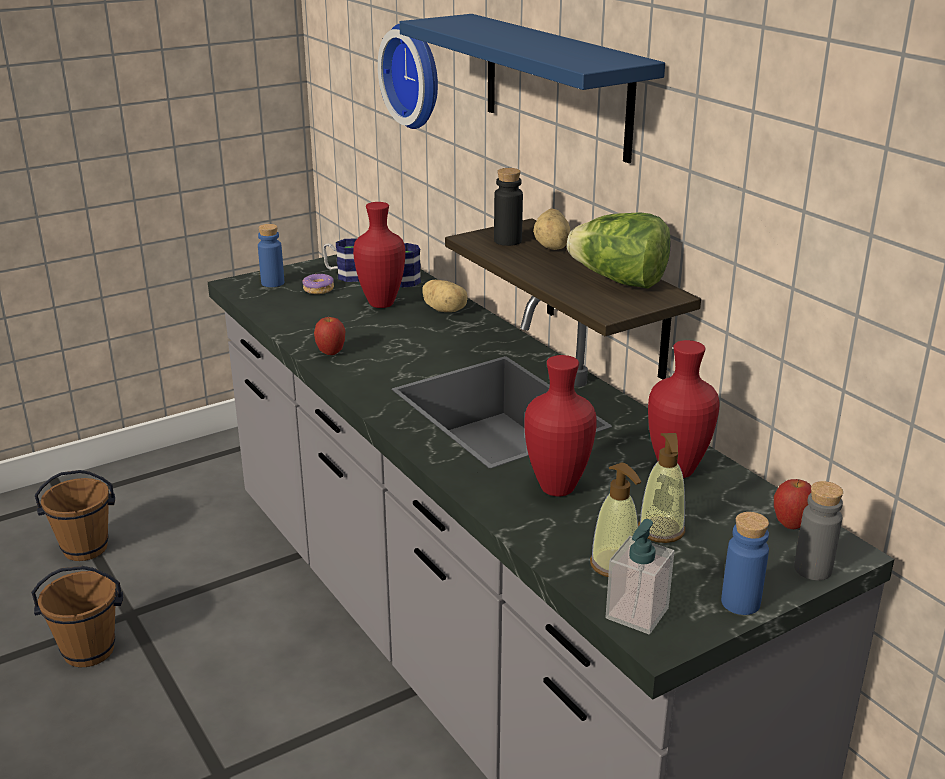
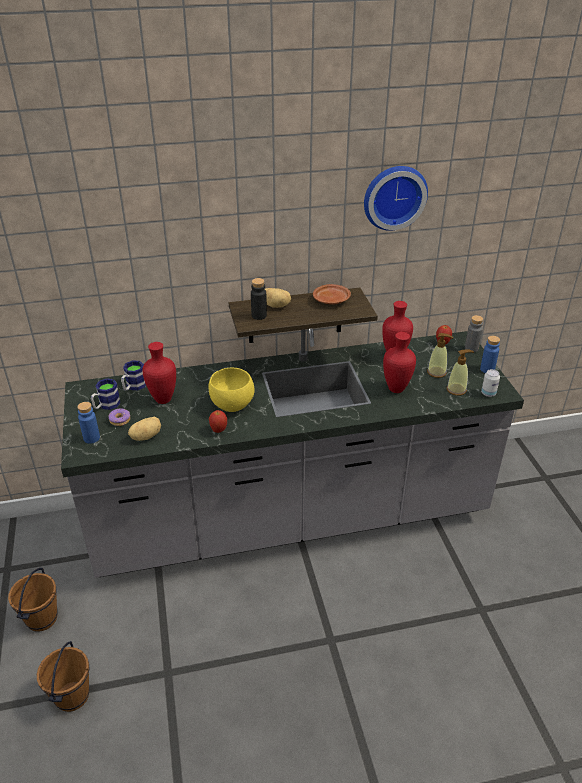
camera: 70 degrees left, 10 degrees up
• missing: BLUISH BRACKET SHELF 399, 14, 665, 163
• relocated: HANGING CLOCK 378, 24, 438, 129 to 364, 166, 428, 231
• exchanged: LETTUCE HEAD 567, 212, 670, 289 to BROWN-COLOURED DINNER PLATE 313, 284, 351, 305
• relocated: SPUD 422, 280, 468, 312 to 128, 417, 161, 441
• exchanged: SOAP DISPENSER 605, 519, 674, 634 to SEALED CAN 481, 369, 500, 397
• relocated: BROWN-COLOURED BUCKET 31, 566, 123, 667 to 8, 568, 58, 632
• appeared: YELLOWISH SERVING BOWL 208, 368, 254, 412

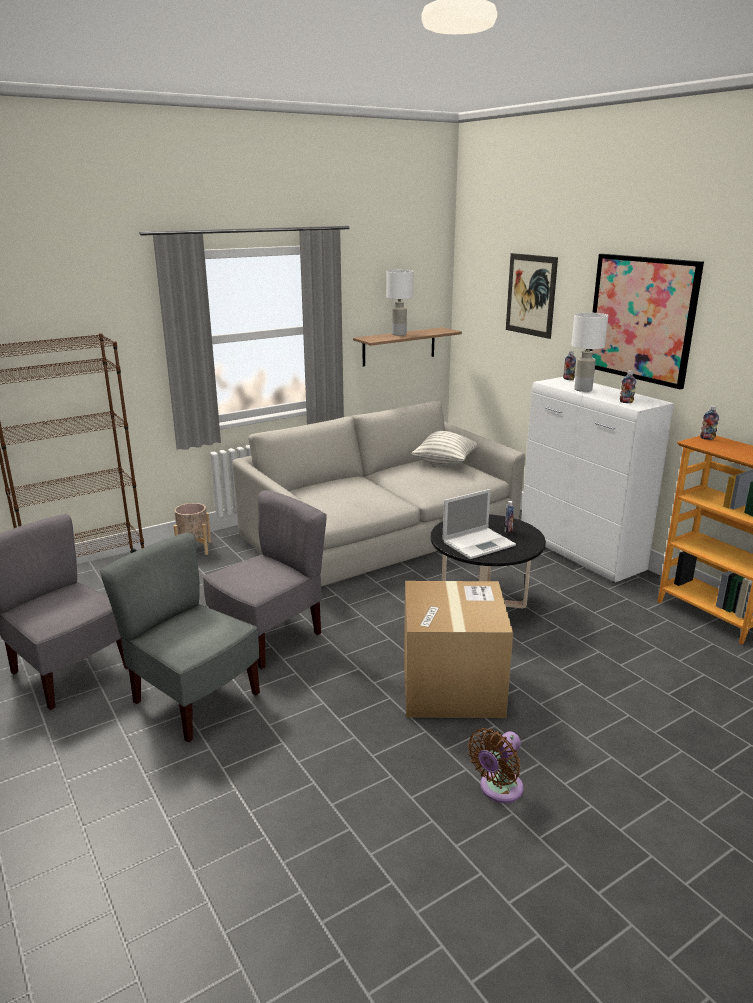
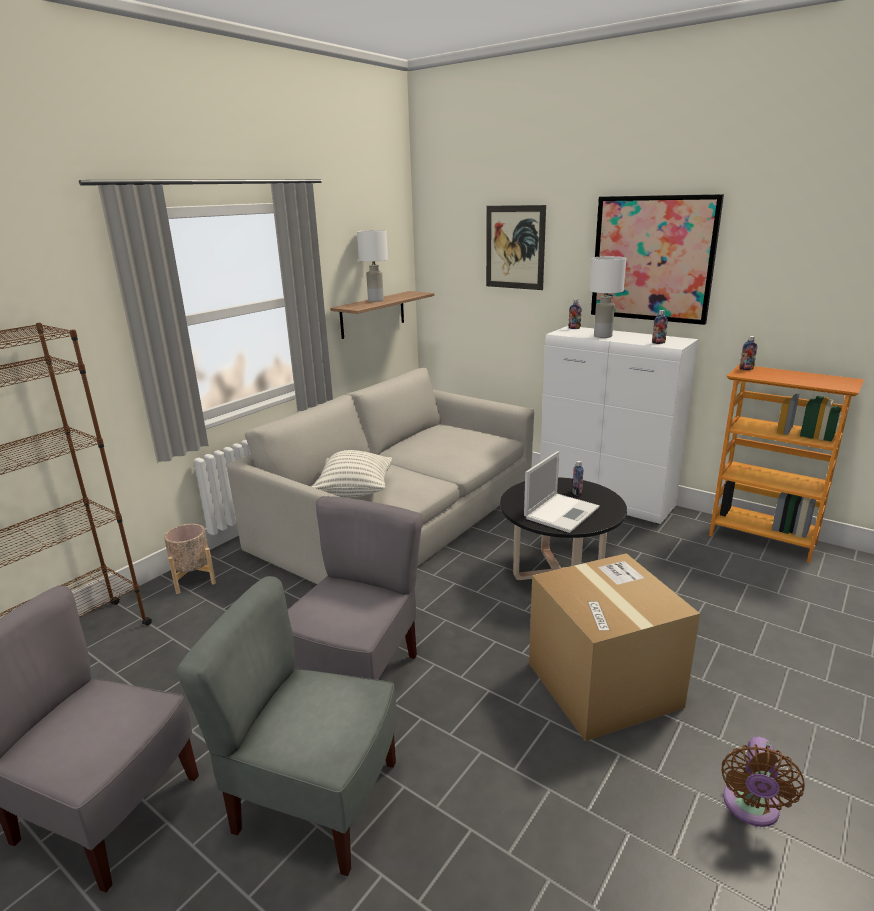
camera: 20 degrees left, 0 degrees up
• relocated: PILLOW 412, 431, 477, 465 to 312, 450, 392, 498

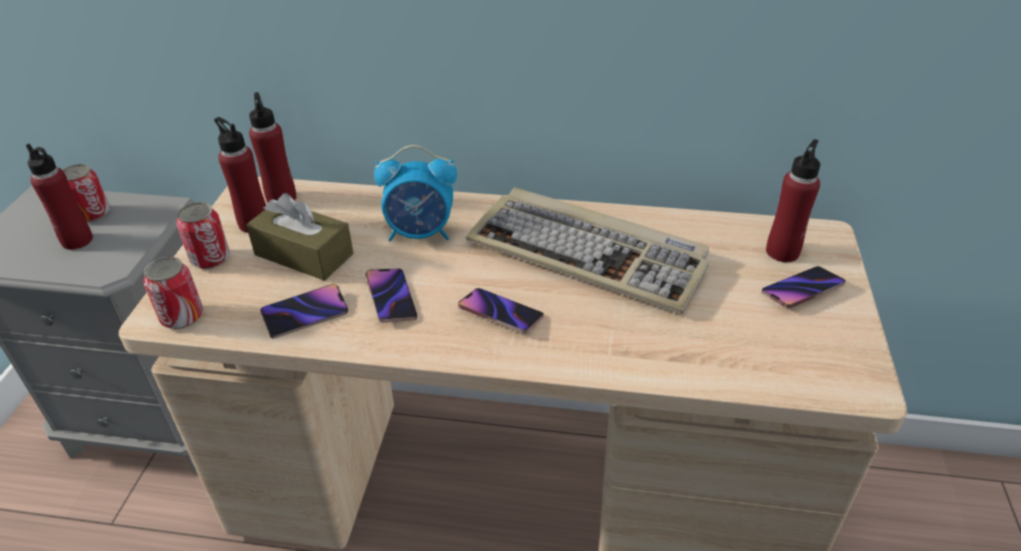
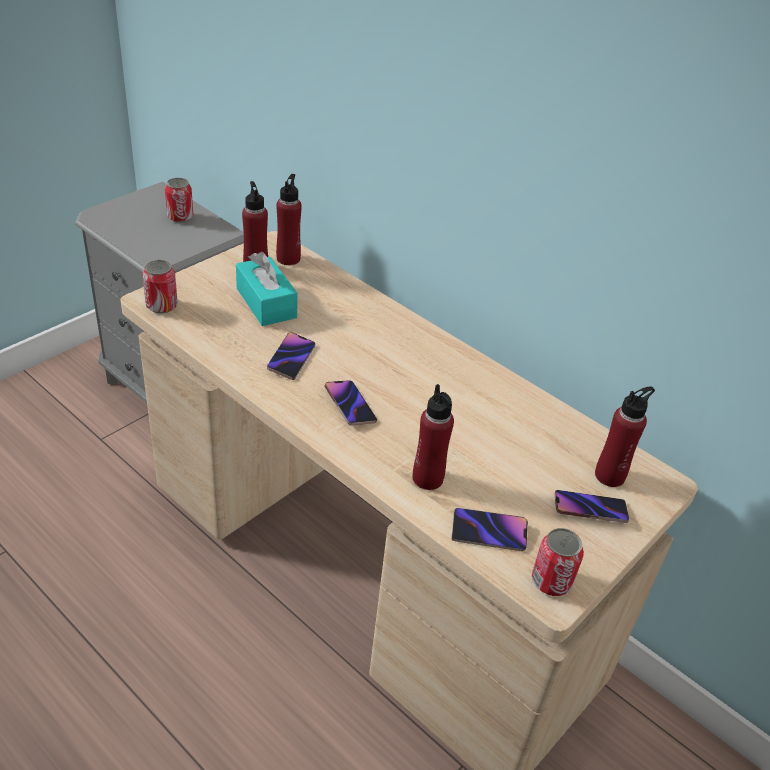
camera: 30 degrees right, 0 degrees up
• relocated: RED BOTTLE 26, 144, 93, 250 to 413, 384, 454, 490
• missing: ALARM CLOCK 374, 145, 457, 241
• missing: COMPUTER KEYBOARD 466, 188, 710, 314
• colour: BROWN-COLOURED BOX OF TISSUES 246, 193, 354, 281 to TURQUOISE BOX OF TISSUES 236, 252, 298, 326
• relocated: SEALED CAN 177, 202, 230, 269 to 532, 528, 584, 596
• relocated: HANDSET 260, 284, 348, 339 to 451, 508, 528, 551

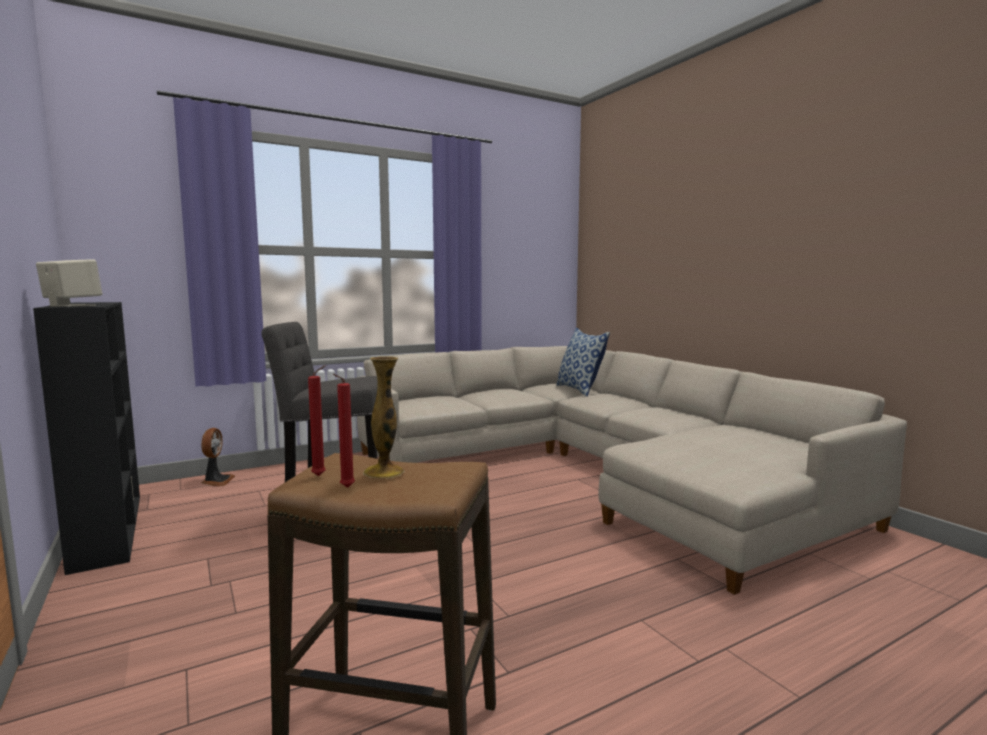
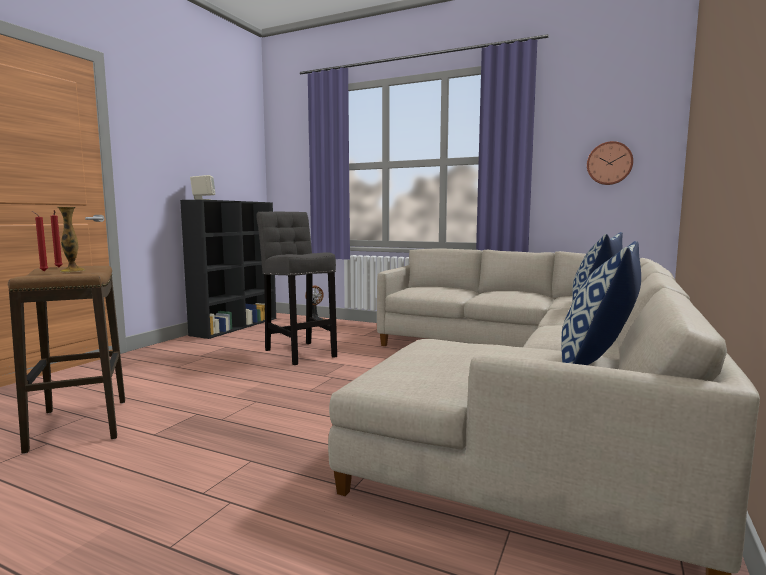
camera: 55 degrees right, 0 degrees up
• appeared: HANGING CLOCK 587, 141, 633, 185
• appeared: PILLOW 561, 241, 641, 365

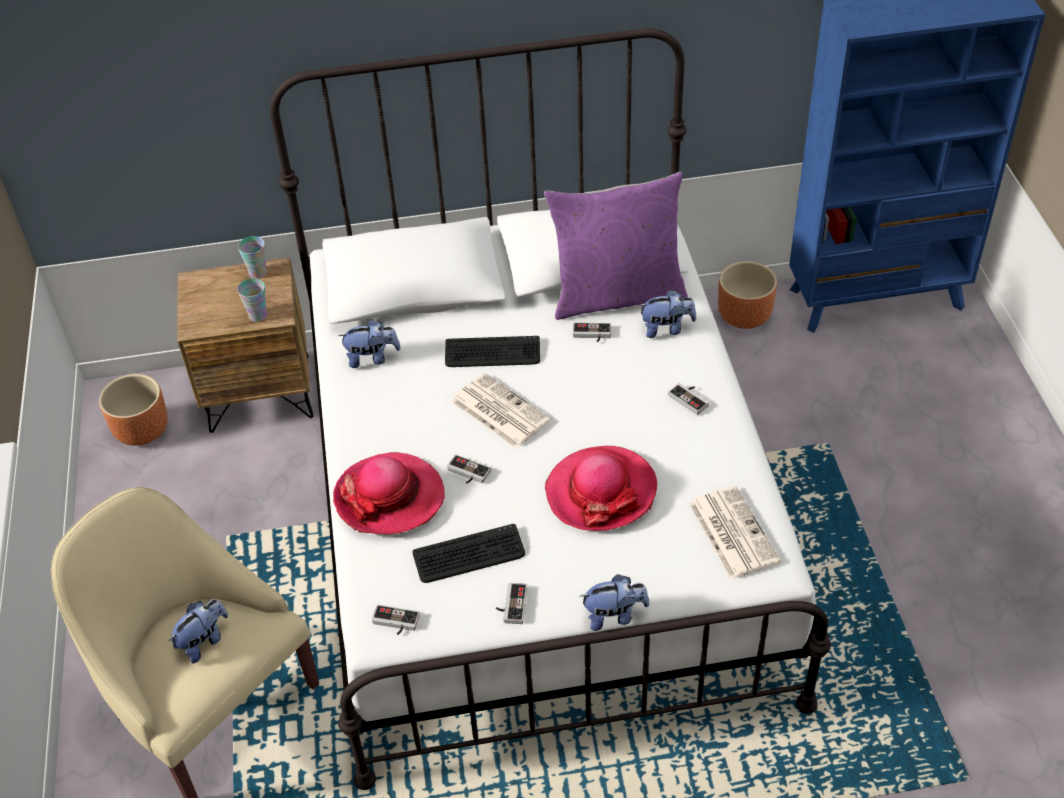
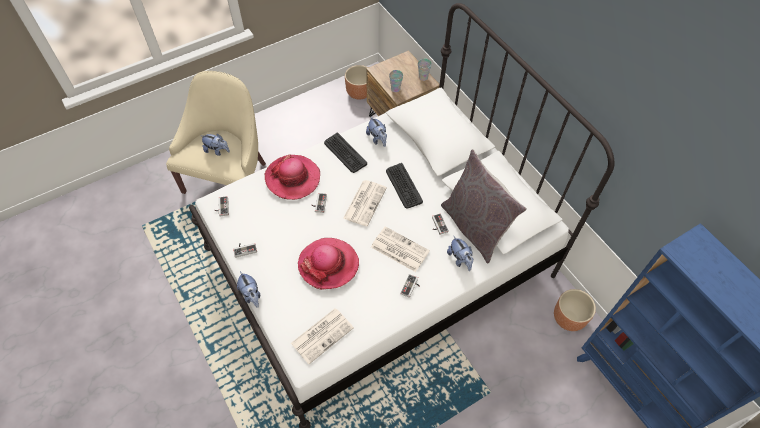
camera: 65 degrees right, 10 degrees up
• colour: PURPLE PILLOW 544, 172, 688, 320 to GRAY PILLOW 441, 149, 527, 263
• relocated: COMPUTER KEYBOARD 412, 524, 525, 583 to 324, 133, 367, 173
• appeared: DAILY PAPER 371, 226, 430, 272

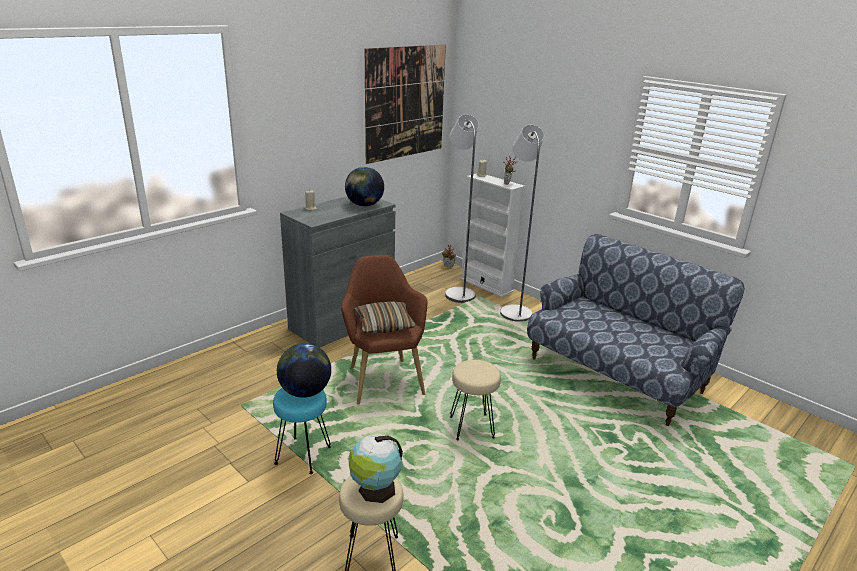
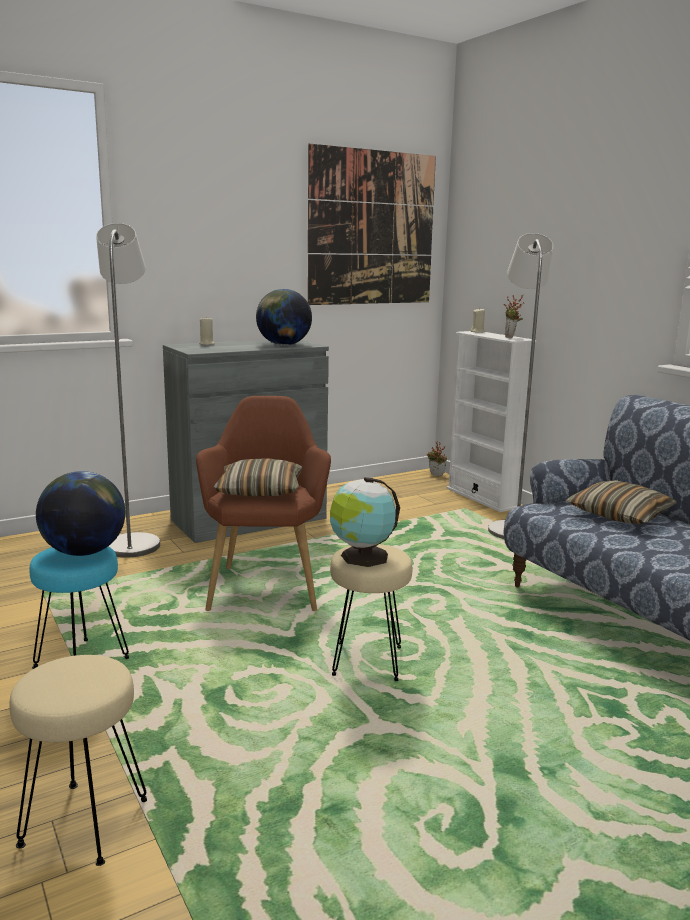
camera: 15 degrees right, 10 degrees down
• relocated: GRAY STANDING LAMP 445, 114, 479, 303 to 96, 223, 160, 557
• relocated: GLOBE 349, 434, 403, 503 to 330, 477, 400, 567
• appeared: PILLOW 566, 480, 677, 524

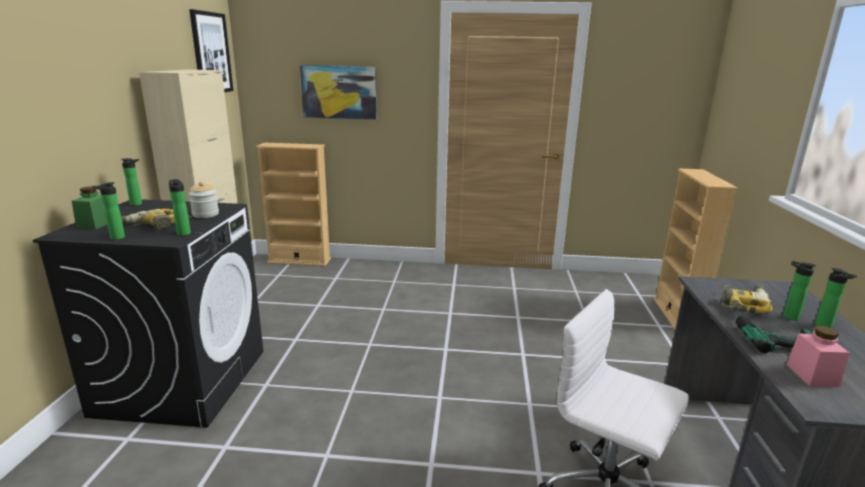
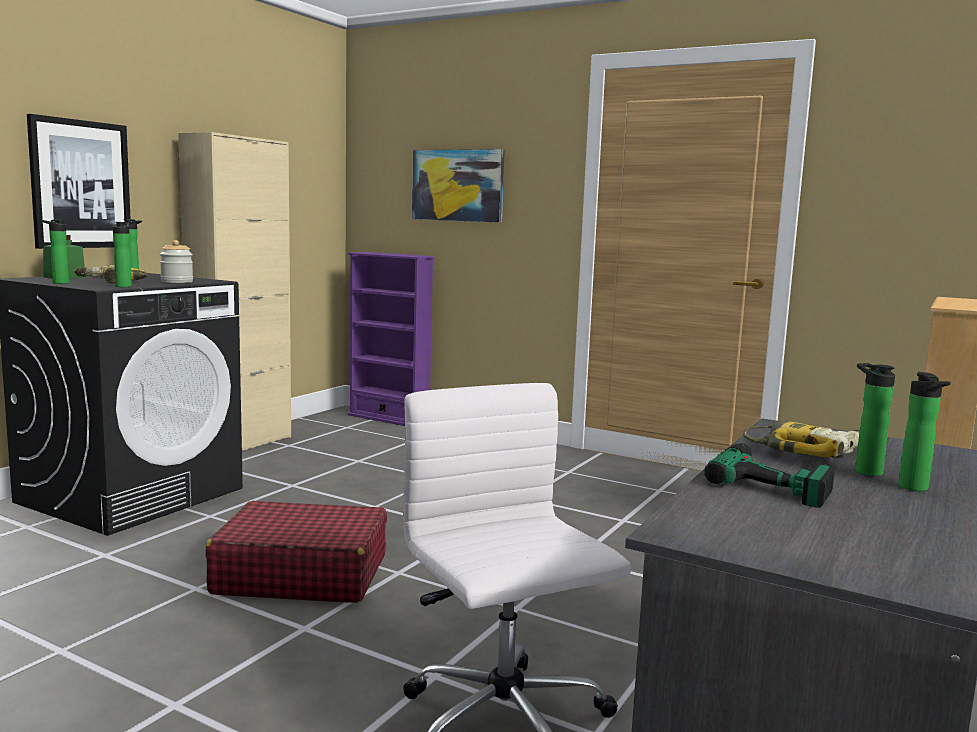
camera: 25 degrees right, 10 degrees down
• relocated: WALL ART 189, 9, 233, 92 to 27, 114, 131, 249
• colour: BEIGE SHELVING UNIT 256, 143, 331, 266 to PURPLE SHELVING UNIT 348, 252, 434, 426
• missing: PINK PRESERVE JAR 787, 326, 849, 387
• appeared: RED SUITCASE 205, 501, 387, 603

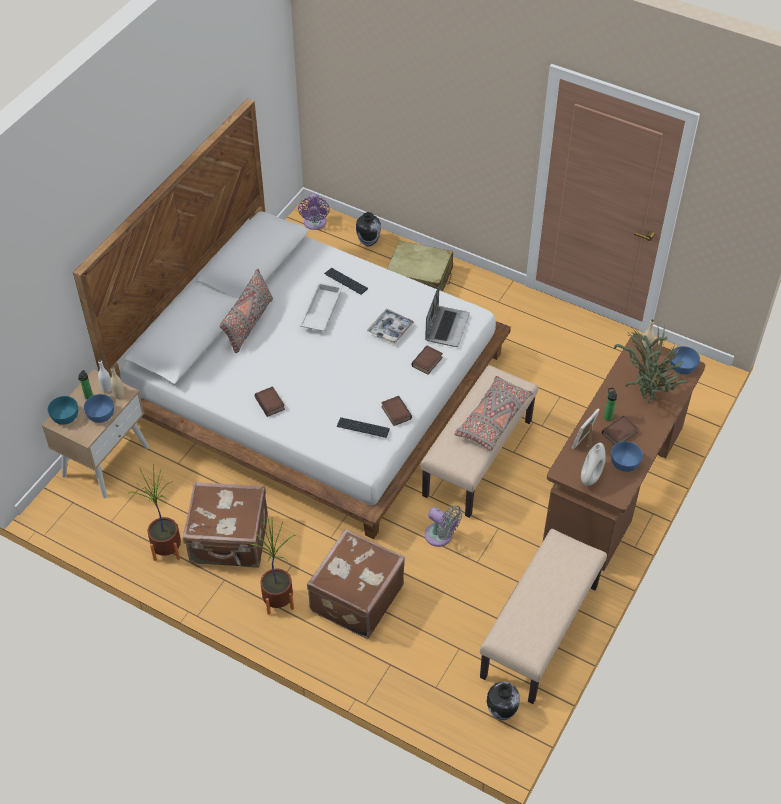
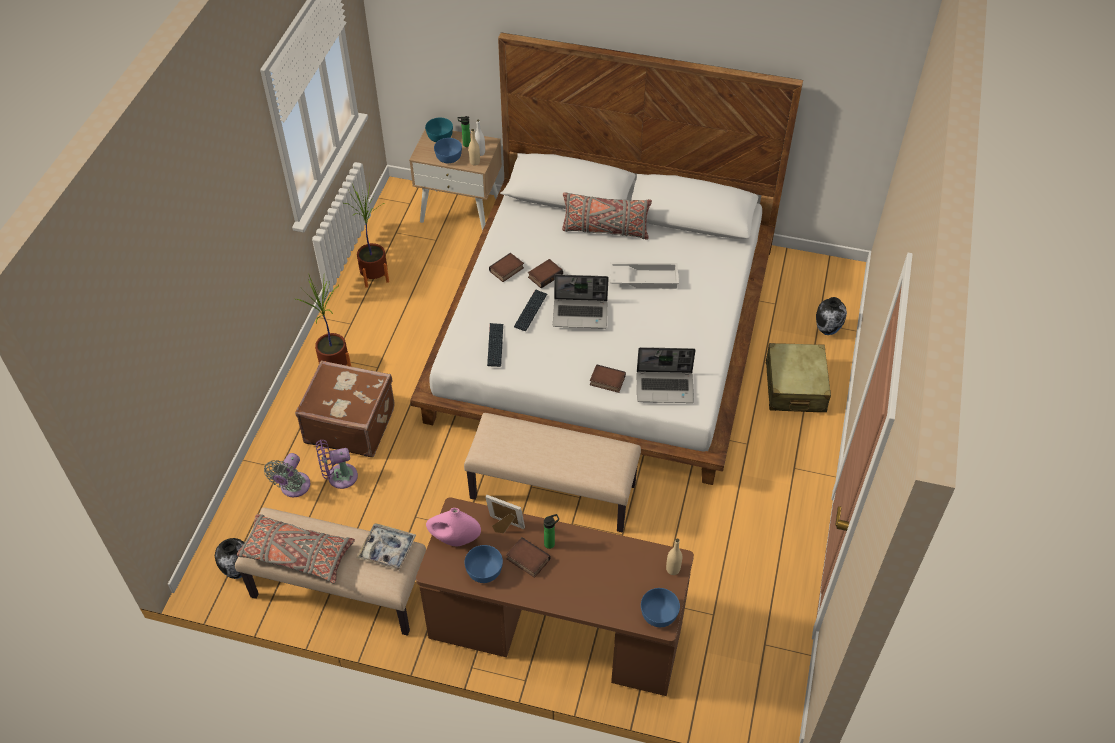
camera: 75 degrees right, 0 degrees up
• relocated: PURPLE ELECTRIC FAN 298, 193, 330, 230 to 316, 440, 358, 489
• relocated: COMPUTER KEYBOARD 324, 268, 368, 295 to 514, 289, 547, 331
• relocated: SERVING TRAY 367, 308, 414, 344 to 356, 523, 416, 570
• missing: POTTED PLANT 614, 325, 688, 402
• relocated: GRAY PILLOW 454, 376, 533, 450 to 237, 514, 355, 583
• relocated: VOLUME 381, 396, 412, 426 to 528, 259, 563, 288
• colour: WHITE DECORATIVE VASE 581, 443, 606, 486 to PINK DECORATIVE VASE 426, 508, 481, 546
• missing: BROWN-COLOURED SUITCASE 183, 482, 268, 568
• relocated: GRAY ELECTRIC FAN 425, 505, 462, 547 to 264, 453, 311, 497
• appeared: PORTABLE COMPUTER 553, 274, 609, 329

